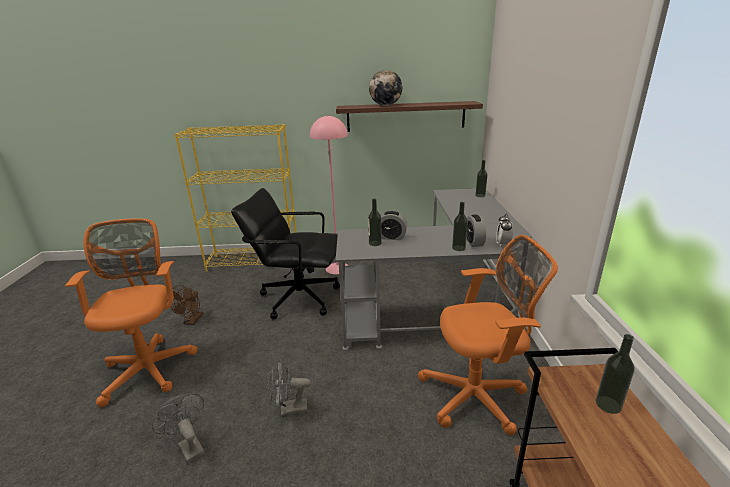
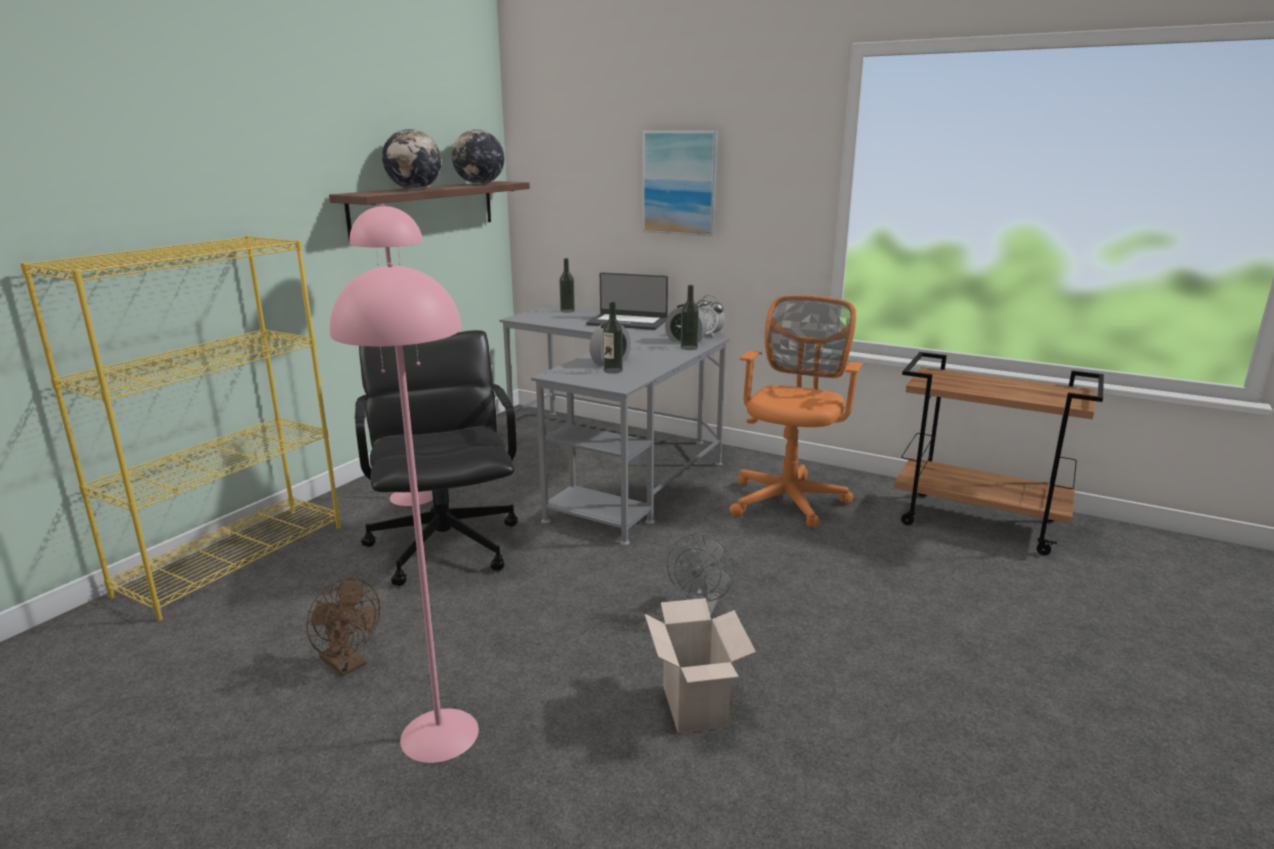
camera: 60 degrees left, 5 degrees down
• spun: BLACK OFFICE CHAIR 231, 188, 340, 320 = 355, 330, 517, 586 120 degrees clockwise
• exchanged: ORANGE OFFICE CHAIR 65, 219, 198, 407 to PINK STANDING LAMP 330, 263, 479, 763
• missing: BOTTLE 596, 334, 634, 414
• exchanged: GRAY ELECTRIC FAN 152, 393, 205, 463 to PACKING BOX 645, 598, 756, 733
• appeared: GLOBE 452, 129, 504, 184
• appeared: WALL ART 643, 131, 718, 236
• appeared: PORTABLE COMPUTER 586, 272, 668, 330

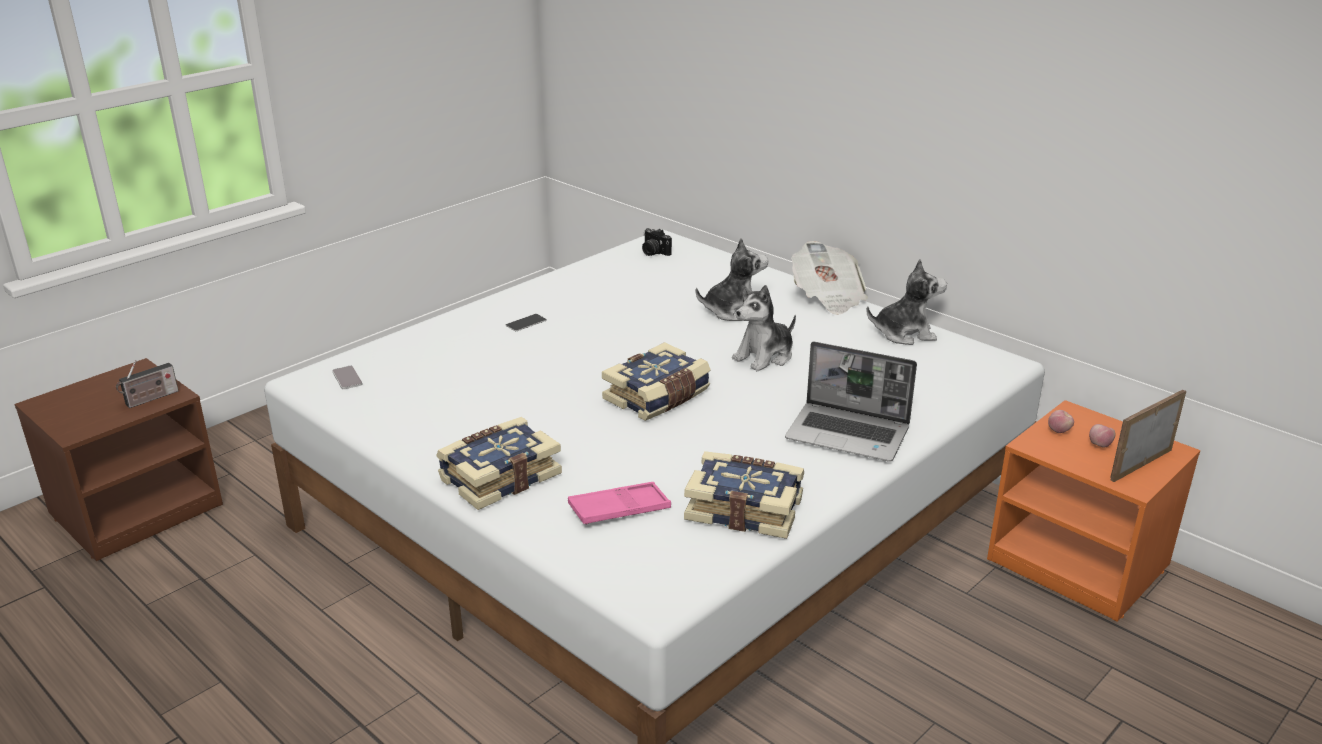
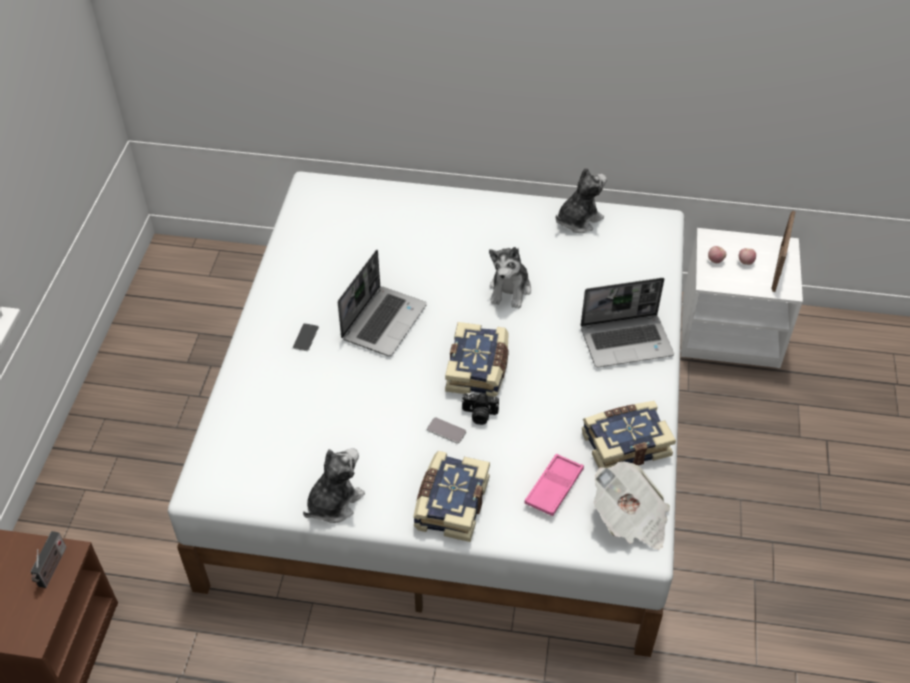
camera: 35 degrees left, 20 degrees up
• relocated: STILL CAMERA 642, 228, 672, 256 to 461, 392, 499, 425
• relocated: SOFT TOY 696, 238, 768, 321 to 303, 448, 365, 523
• relocated: DAILY PAPER 791, 241, 868, 315 to 593, 462, 670, 549
• relocated: HANDSET 332, 366, 363, 389 to 427, 417, 466, 444
• colour: ORANGE NIGHT TABLE 987, 400, 1201, 621 to WHITE NIGHT TABLE 681, 228, 803, 368
• appeared: PORTABLE COMPUTER 338, 250, 427, 356

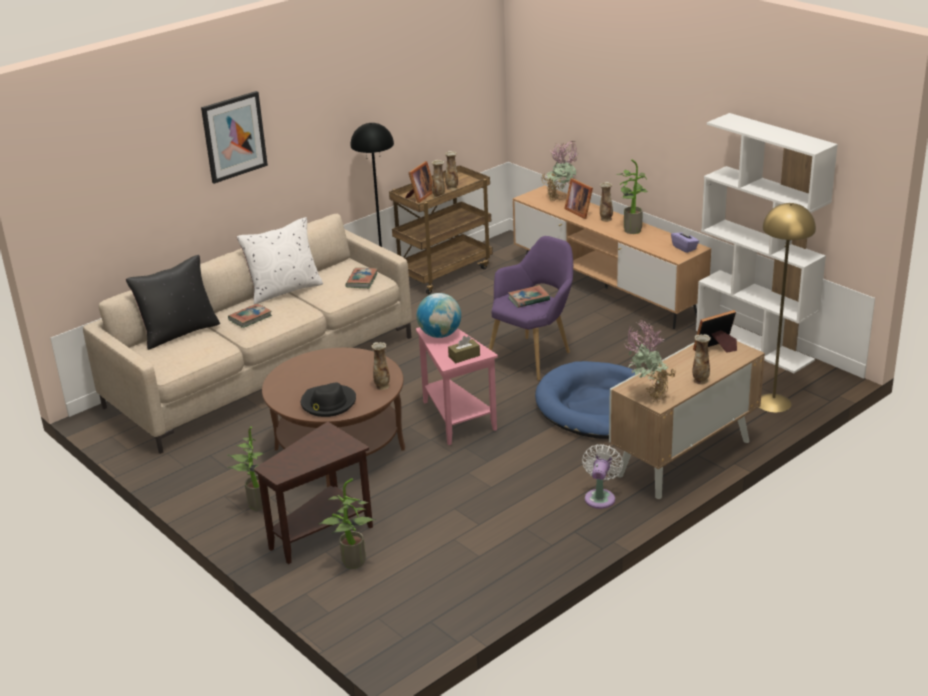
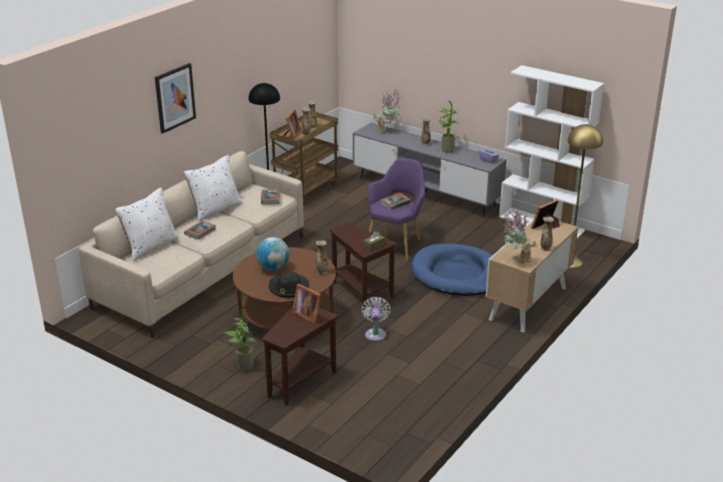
camera: 15 degrees left, 0 degrees up
• relocated: STANDING FRAME 564, 178, 593, 219 to 292, 284, 321, 324
• colour: BROWN-COLOURED MEDIA CONSOLE 513, 185, 711, 329 to GRAY MEDIA CONSOLE 353, 123, 506, 217
• colour: BLACK PILLOW 126, 255, 220, 350 to WHITE PILLOW 115, 187, 179, 261
• relocated: GLOBE 417, 293, 461, 338 to 256, 237, 290, 271
• colour: PINK ACCENT TABLE 416, 327, 498, 445 to BROWN-COLOURED ACCENT TABLE 330, 222, 397, 310
• relocated: WHITE ELECTRIC FAN 582, 444, 624, 509 to 362, 297, 391, 342
• missing: POTTED PLANT 318, 478, 376, 569

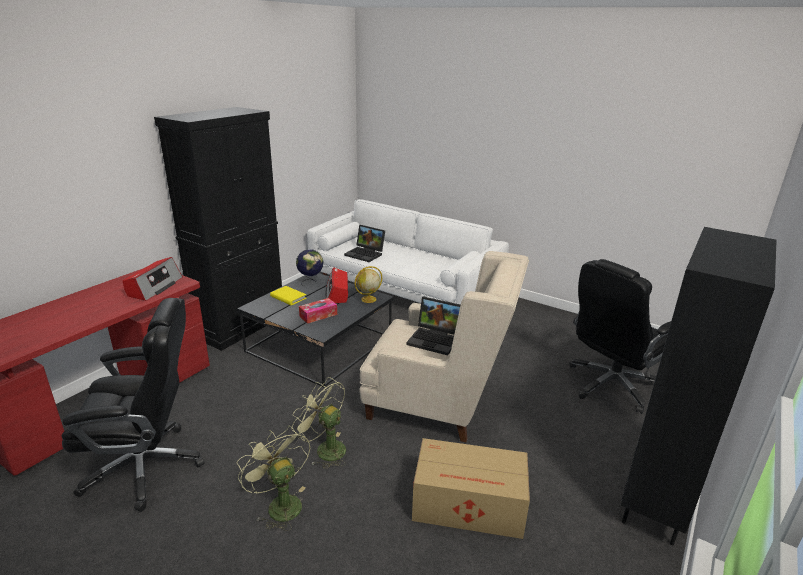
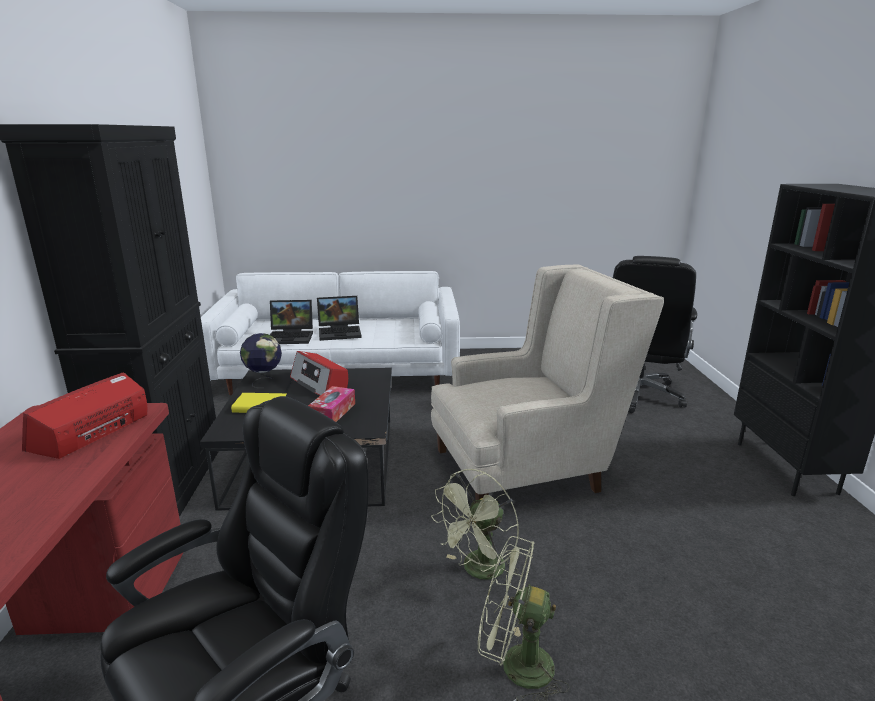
camera: 35 degrees left, 5 degrees down
• spun: RADIO SET 123, 257, 183, 301 = 22, 373, 147, 459 135 degrees counterclockwise
• missing: GLOBE 355, 266, 382, 303
• relocated: PORTABLE COMPUTER 406, 296, 461, 355 to 317, 296, 362, 341
• spun: GREEN ELECTRIC FAN 292, 377, 346, 469 = 431, 469, 519, 585 45 degrees counterclockwise
• missing: PACKING BOX 412, 438, 530, 539

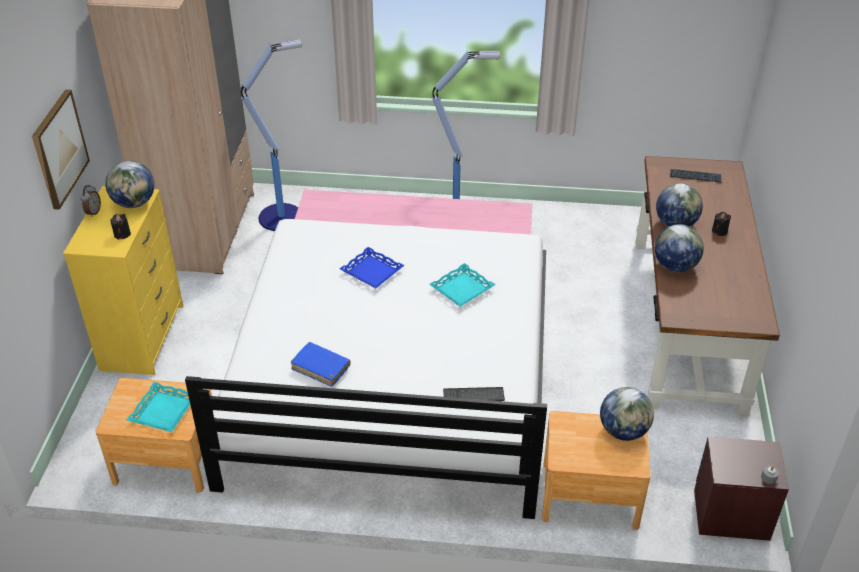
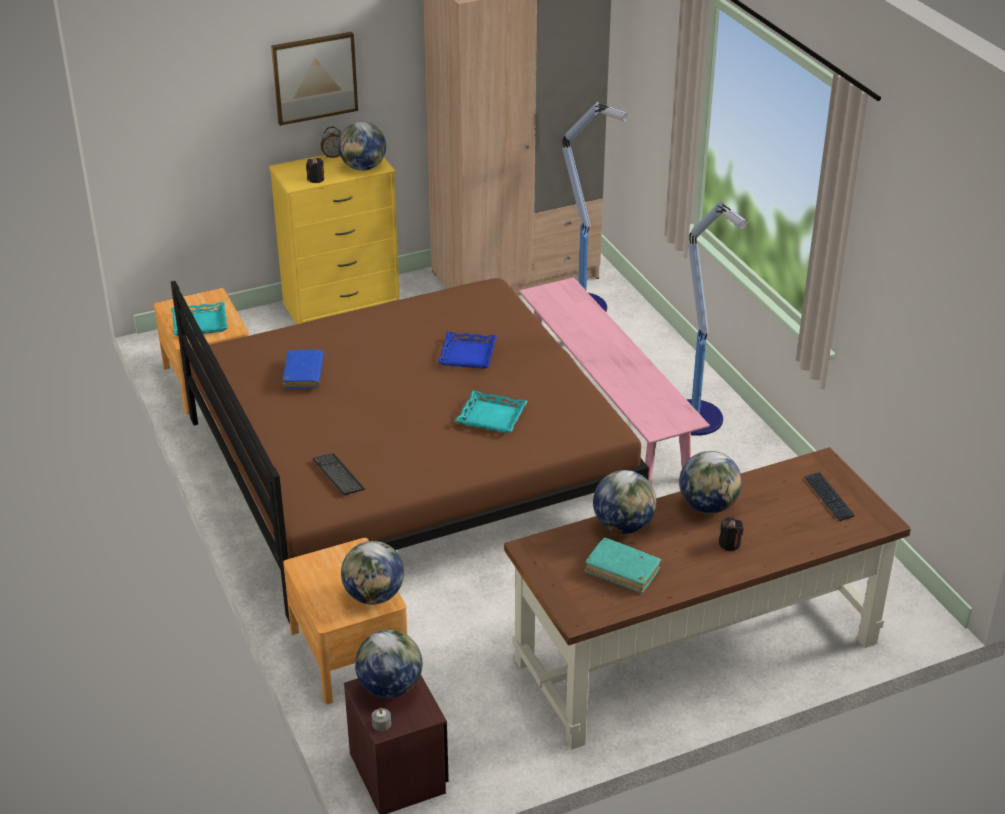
camera: 60 degrees right, 5 degrees down
• colour: WHITE BEDROOM BED 185, 219, 547, 519 to BROWN-COLOURED BEDROOM BED 171, 278, 649, 623
• appeared: TURQUOISE VOLUME 585, 538, 662, 593
• appeared: GLOBE 355, 630, 423, 698

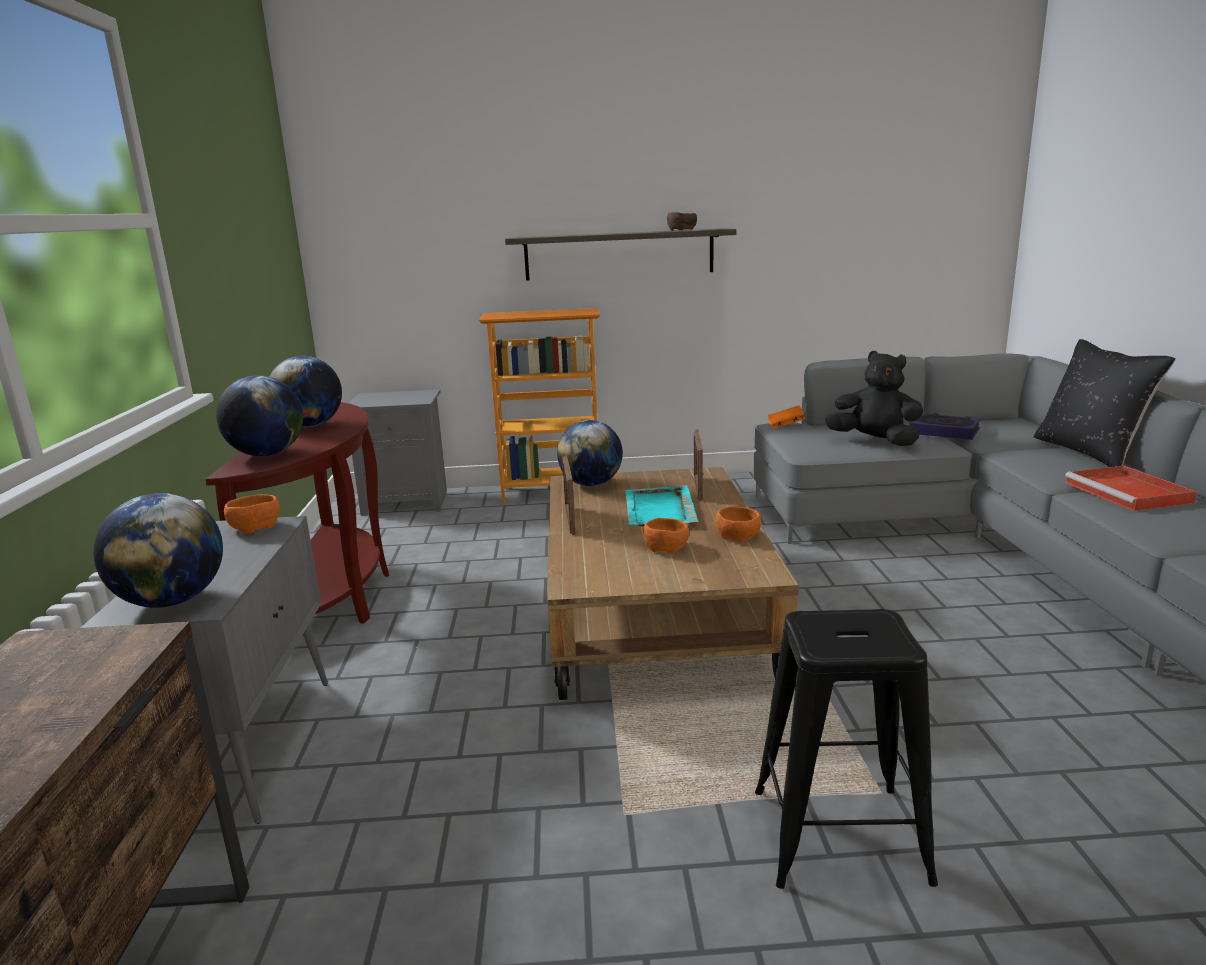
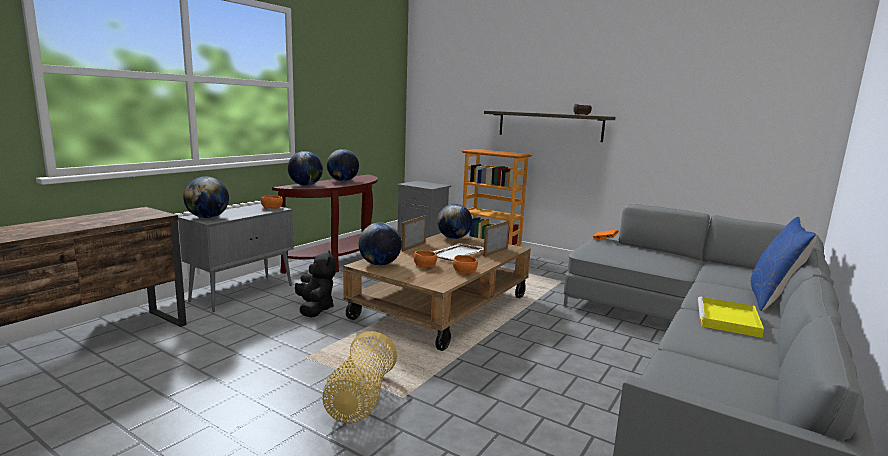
camera: 35 degrees right, 5 degrees down
• colour: BLACK PILLOW 1034, 339, 1176, 467 to BLUISH PILLOW 751, 217, 817, 311
• relocated: BLACK SOFT TOY 825, 351, 924, 446 to 295, 251, 336, 318
• missing: VOLUME 910, 413, 981, 440
• colour: RED SERVING TRAY 1065, 465, 1197, 511 to YELLOWISH SERVING TRAY 698, 297, 764, 338
• colour: TURQUOISE SERVING TRAY 624, 485, 699, 526 to WHITE SERVING TRAY 432, 243, 484, 261
• exchanged: BLACK SITTING STOOL 755, 609, 938, 889 to HOUSEHOLD BASKET 323, 331, 397, 423
• appeared: GLOBE 359, 222, 402, 266

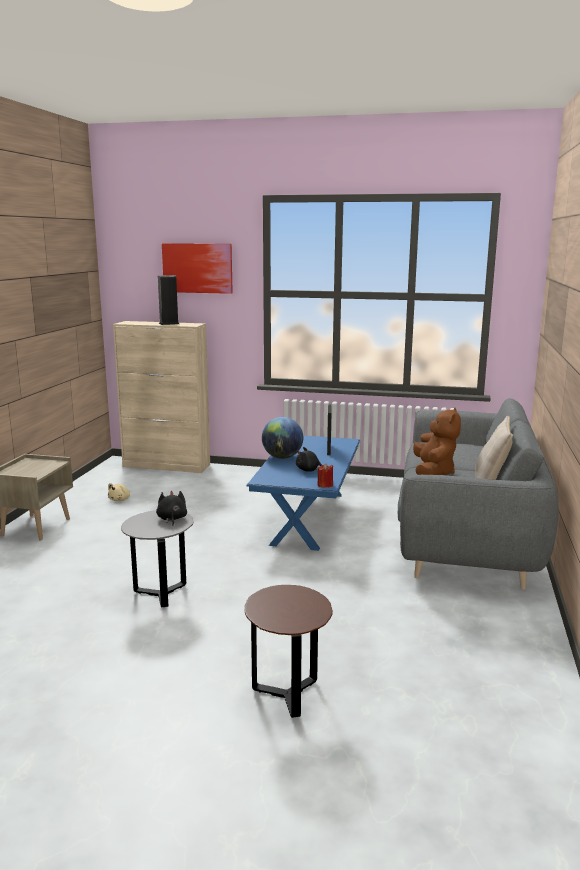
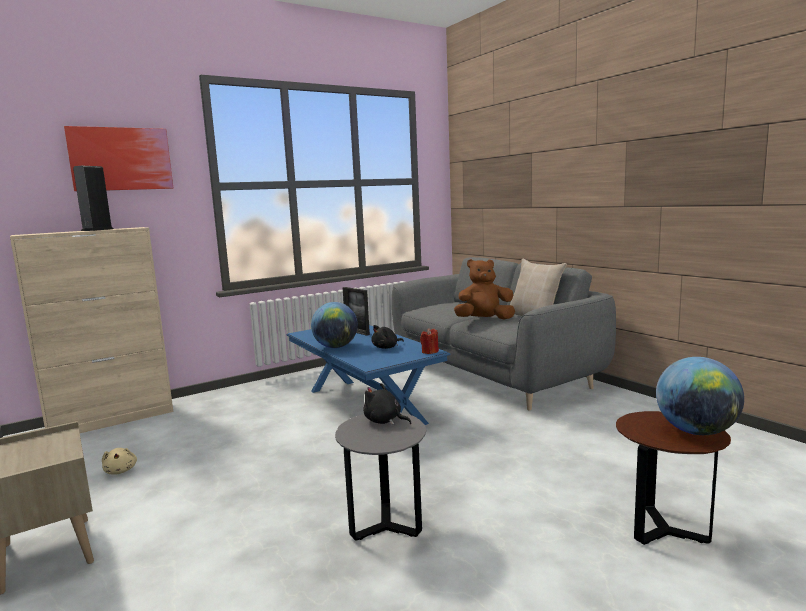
camera: 45 degrees left, 5 degrees down
• spun: BROWN-COLOURED SOFT TOY 413, 408, 461, 475 = 454, 259, 515, 320 60 degrees counterclockwise
• appeared: GLOBE 656, 357, 744, 435

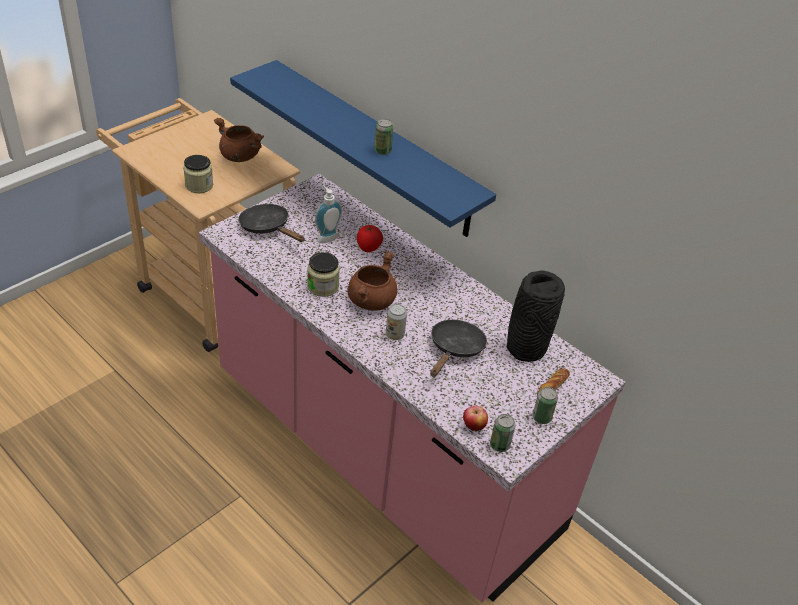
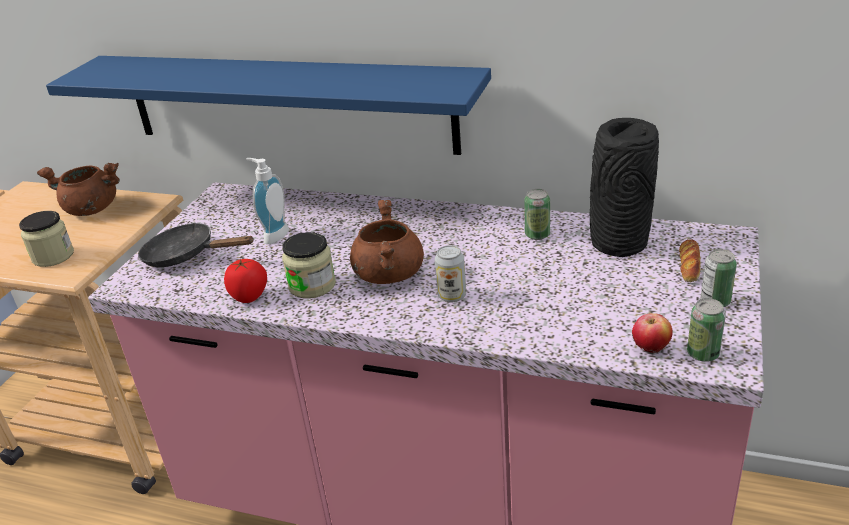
camera: 20 degrees left, 10 degrees down
• relocated: SEALED CAN 374, 119, 394, 155 to 524, 189, 550, 240
• relocated: TOMATO 357, 225, 383, 252 to 224, 259, 267, 303
• missing: BLACK FRYING PAN 430, 320, 487, 377

